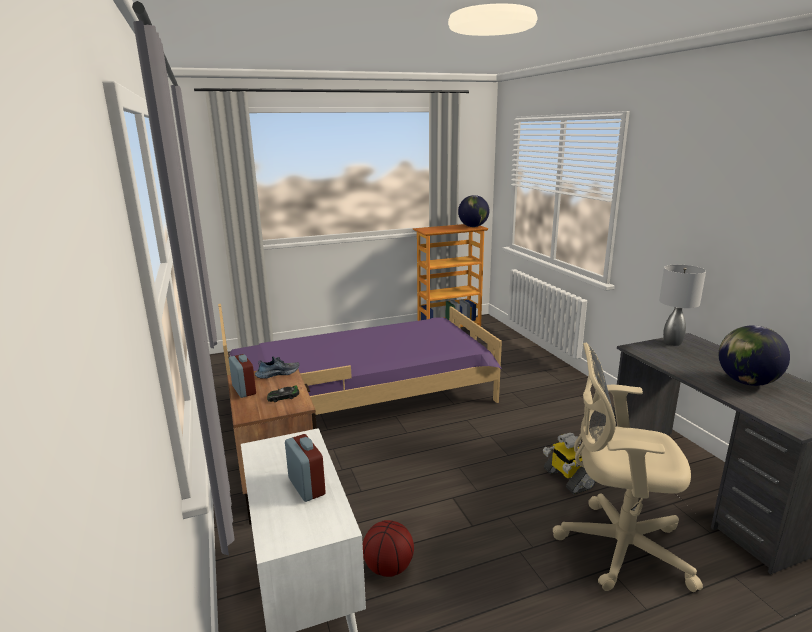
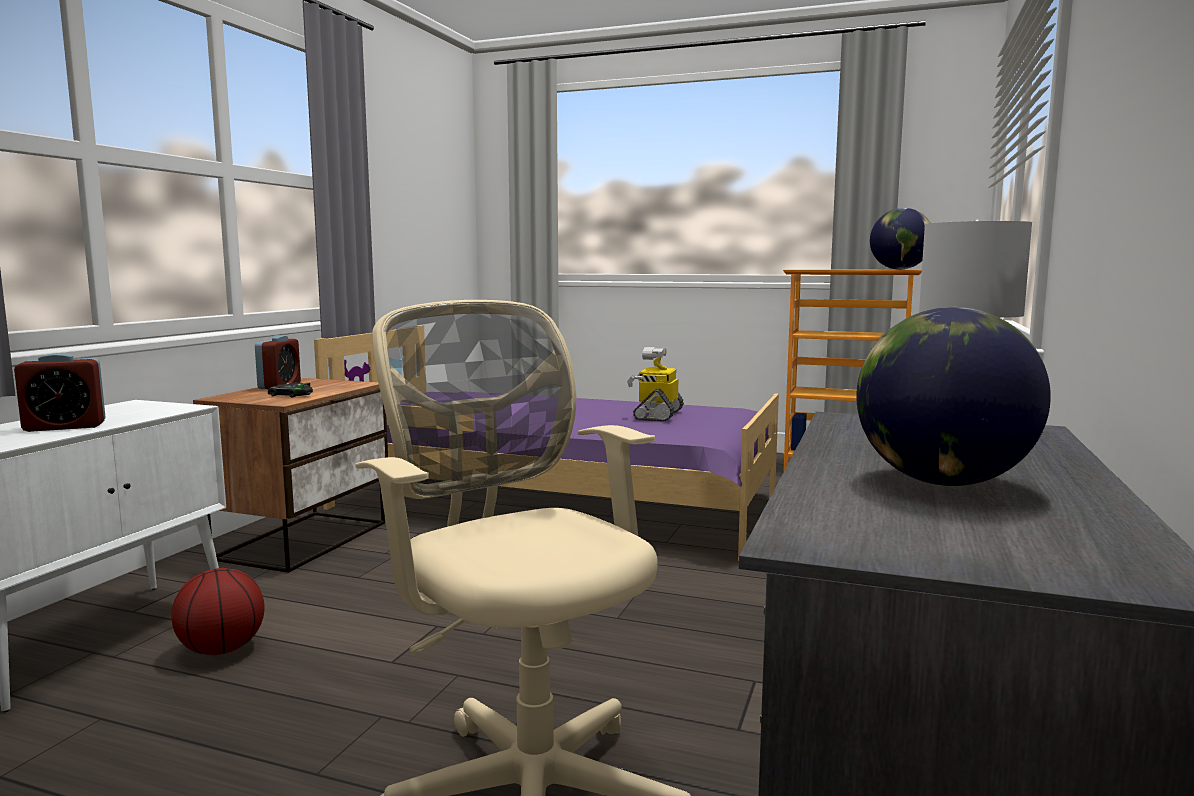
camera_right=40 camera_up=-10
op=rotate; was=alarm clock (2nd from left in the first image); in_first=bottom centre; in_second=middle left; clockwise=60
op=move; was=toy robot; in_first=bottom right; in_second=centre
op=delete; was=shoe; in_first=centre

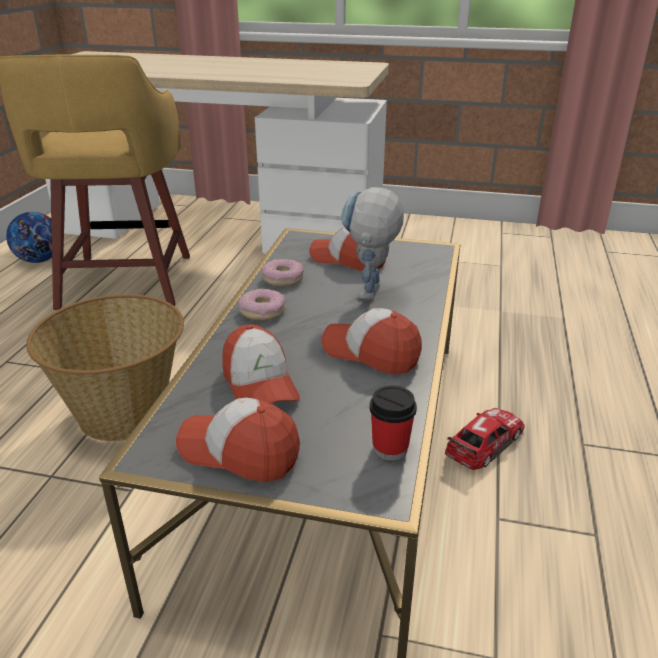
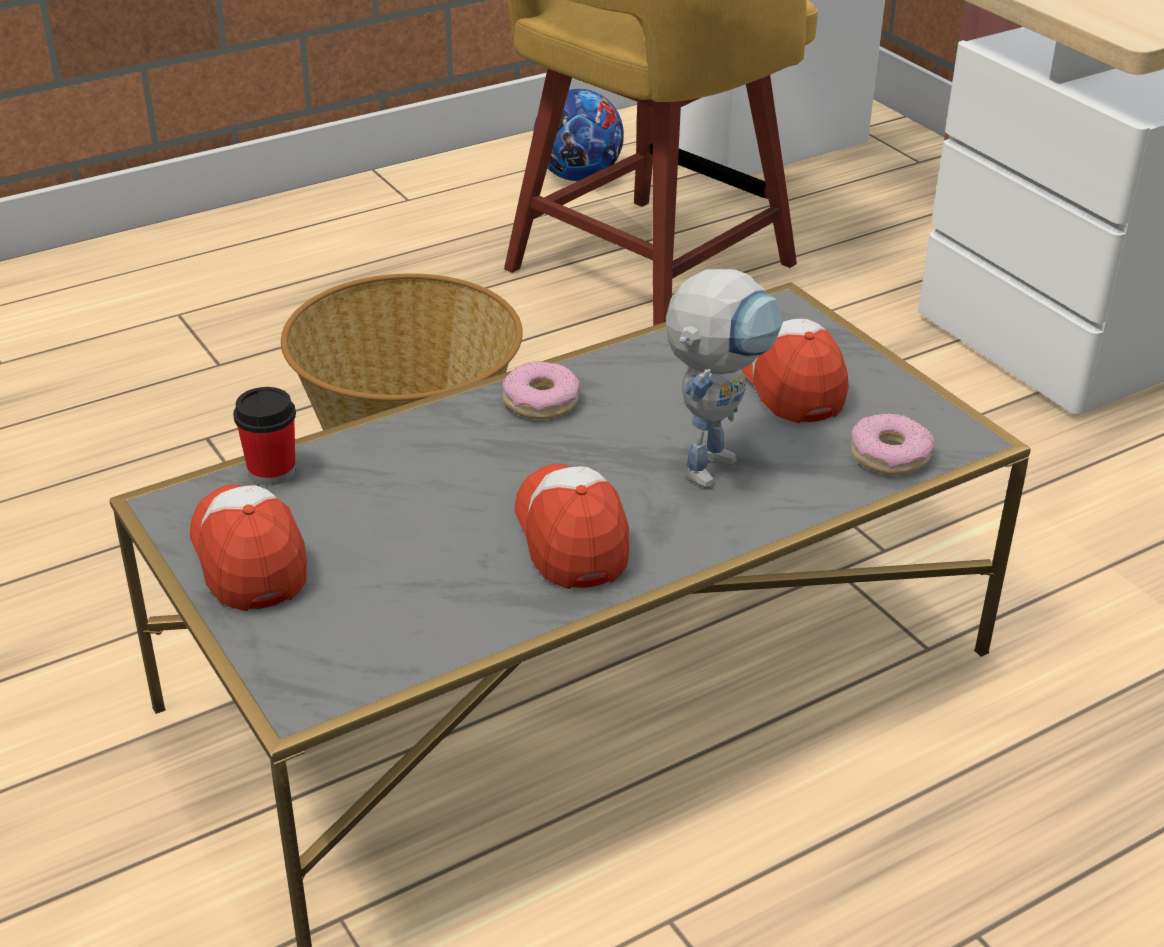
camera_right=45 camera_up=5
op=move; was=cup; in_first=centre; in_second=middle left
op=rotate; was=toy robot; in_first=centre; in_second=centre; clockwise=150
op=move; was=donut (2nd from left); in_first=centre; in_second=middle right
op=delete; was=cap (2nd from left); in_first=centre
op=delete; was=toy car; in_first=bottom right

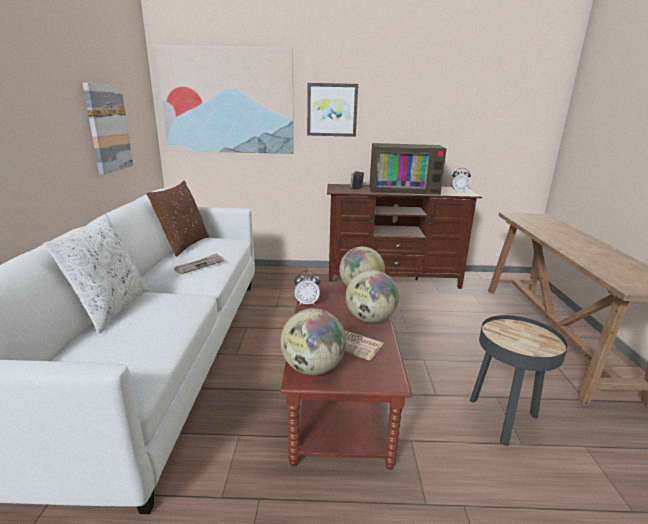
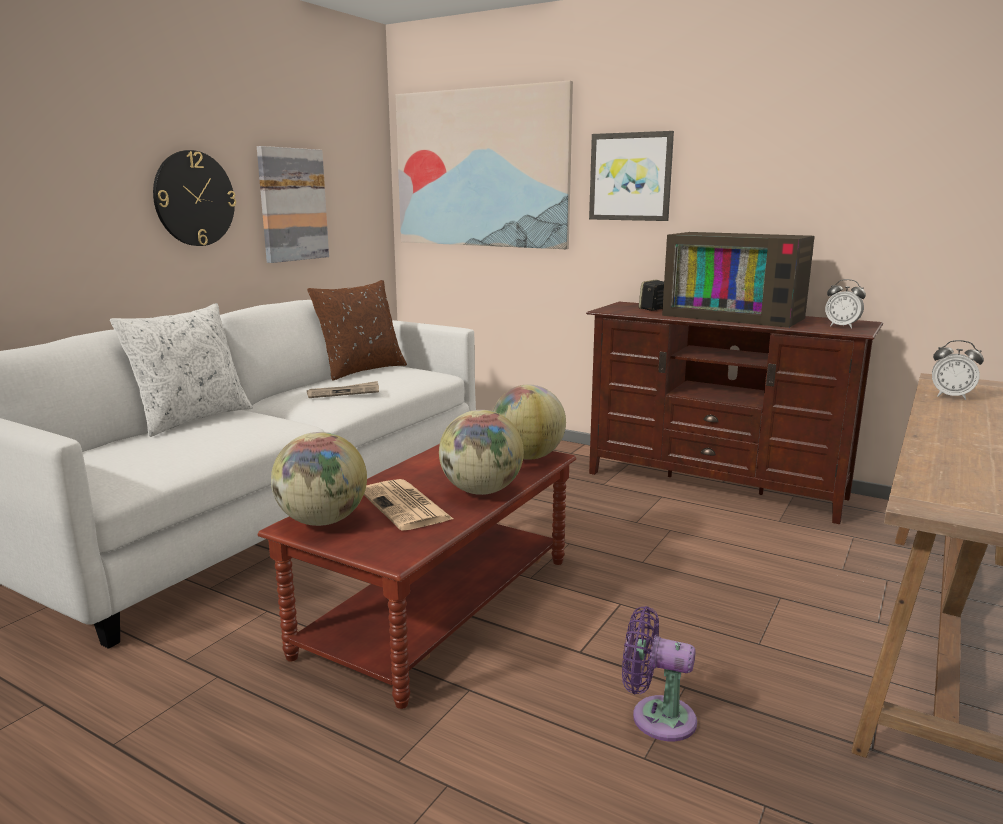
camera_right=30 camera_up=-5
op=insert; now=wall clock; in_second=top left
op=replace; was=side table in black; now=fan in purple; in_first=bottom right; in_second=bottom centre
op=move; was=alarm clock (1st from left in the first image); now=alarm clock (2nd from left); in_first=centre; in_second=middle right

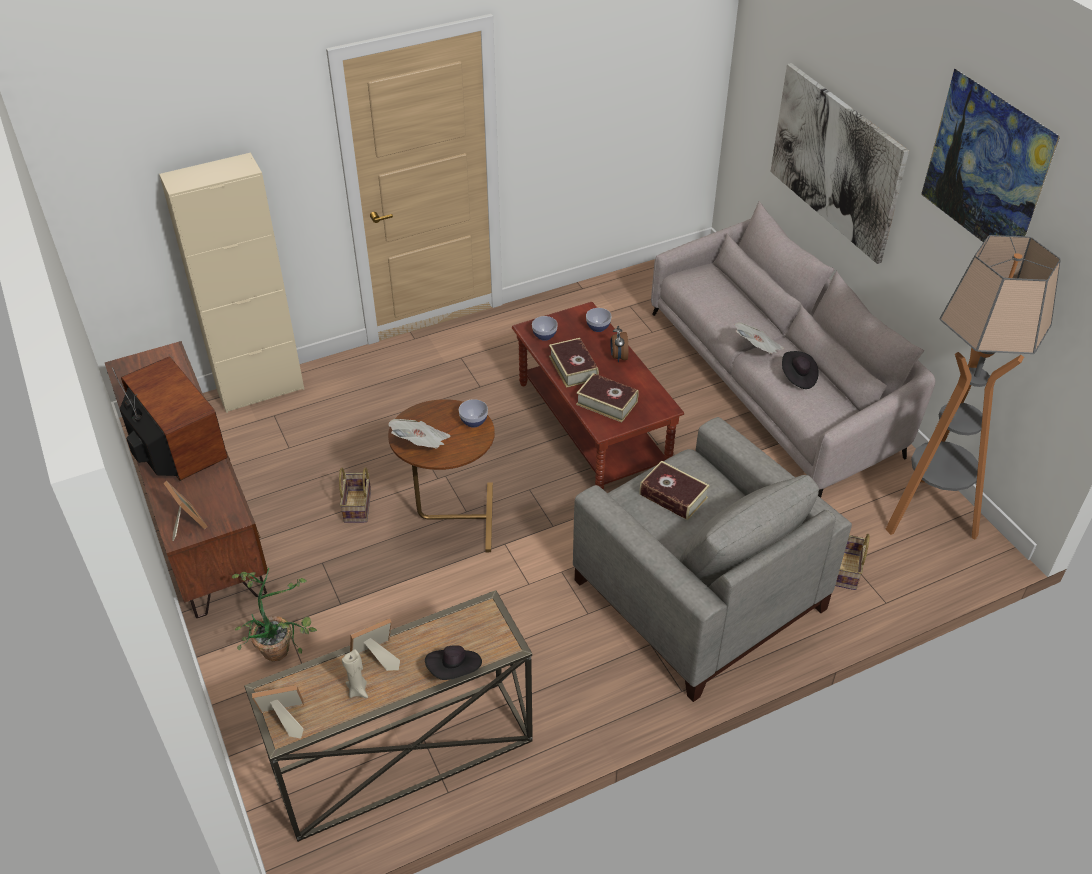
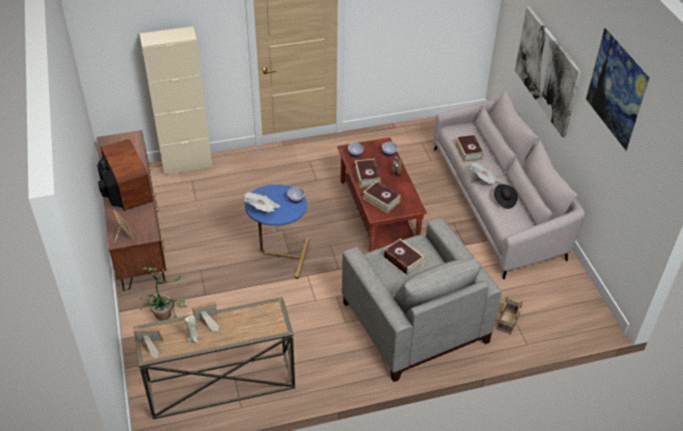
camera_right=10 camera_up=0
op=recolor; was=side table in brown; now=side table in blue; in_first=centre; in_second=centre
op=insert; now=book (4th from left); in_second=middle right
op=delete; was=basket (1st from left); in_first=middle left
op=delete; was=hat in black (1st from left); in_first=bottom centre
op=delete; was=floor lamp; in_first=middle right

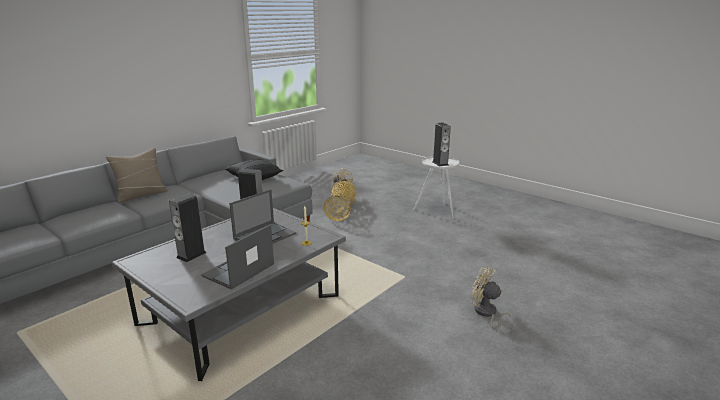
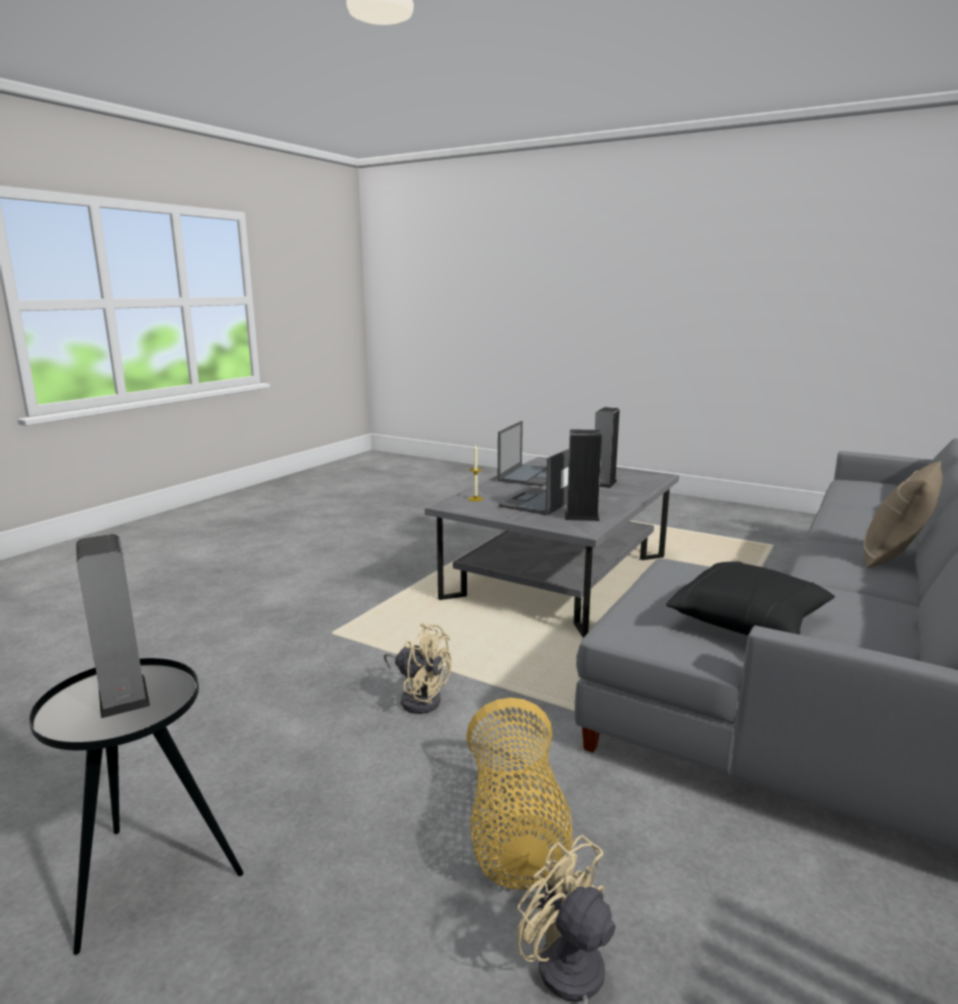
camera_right=170 camera_up=-5
op=recolor; was=side table in white; now=side table in black; in_first=centre; in_second=bottom left
op=move; was=fan in beige (2nd from left in the first image); now=fan in beige (1st from left); in_first=bottom right; in_second=centre

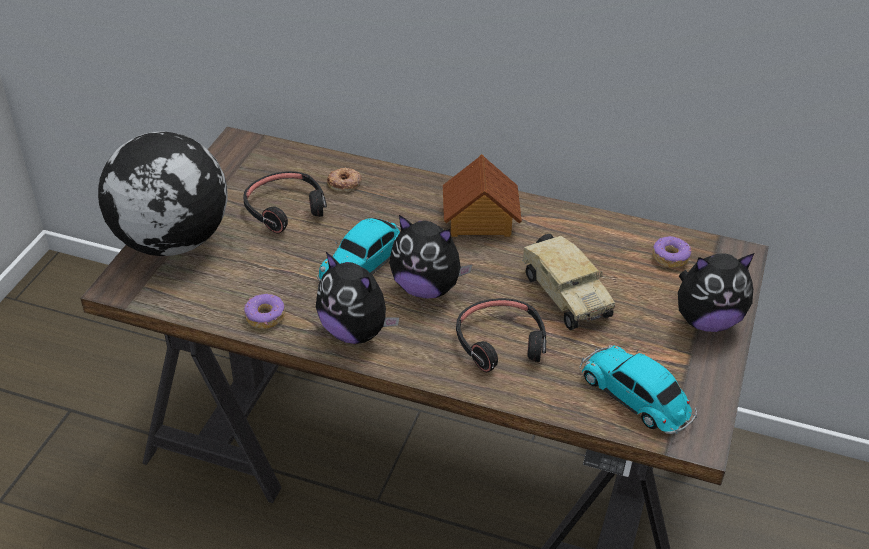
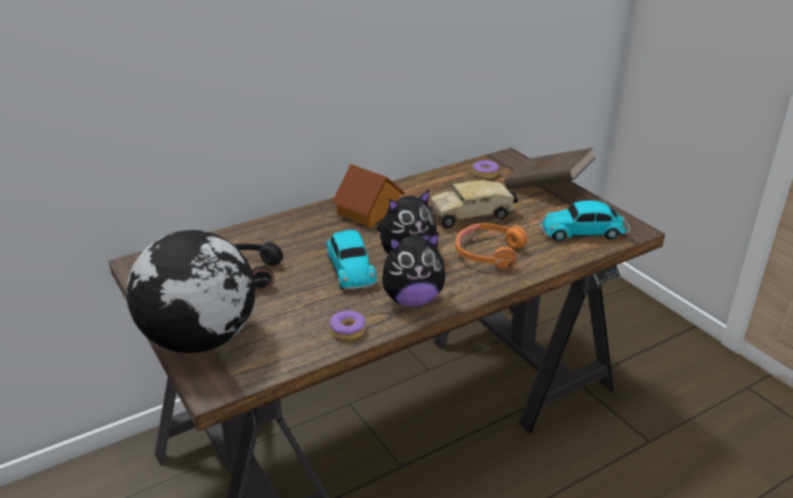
camera_right=-50 camera_up=-10
op=rotate; was=toy truck; in_first=centre; in_second=centre; clockwise=150
op=recolor; was=headphones in black (2nd from left); now=headphones in orange; in_first=centre; in_second=centre
op=replace; was=plush toy (3rd from left); now=book in brown; in_first=middle right; in_second=middle right
op=delete; was=donut (2nd from left); in_first=top centre

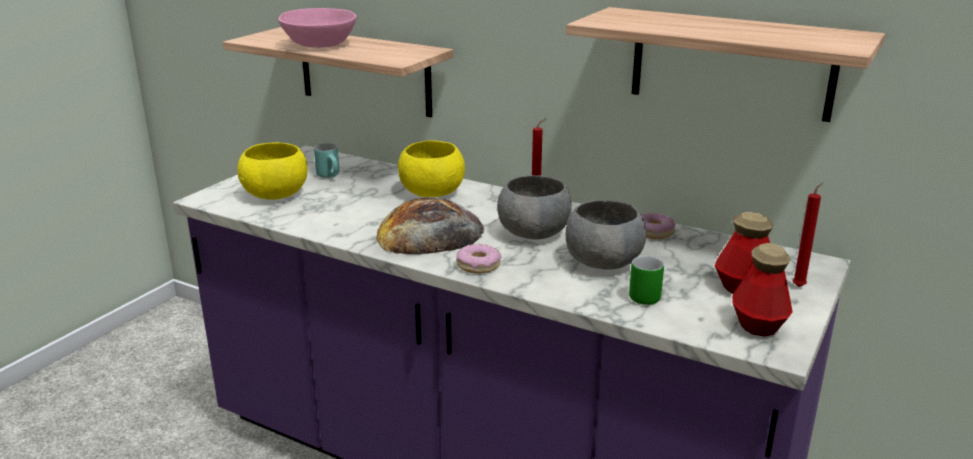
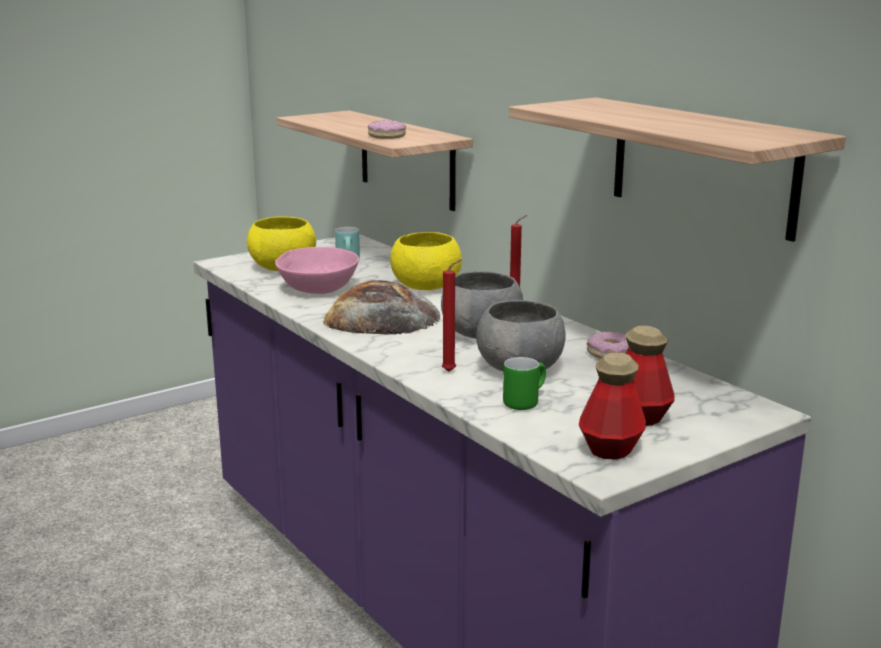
camera_right=25 camera_up=-5
op=move; was=bowl in pink; in_first=top left; in_second=centre
op=move; was=donut (1st from left); in_first=centre; in_second=top centre
op=move; was=candle in red (2nd from left in the first image); now=candle in red (1st from left); in_first=middle right; in_second=centre

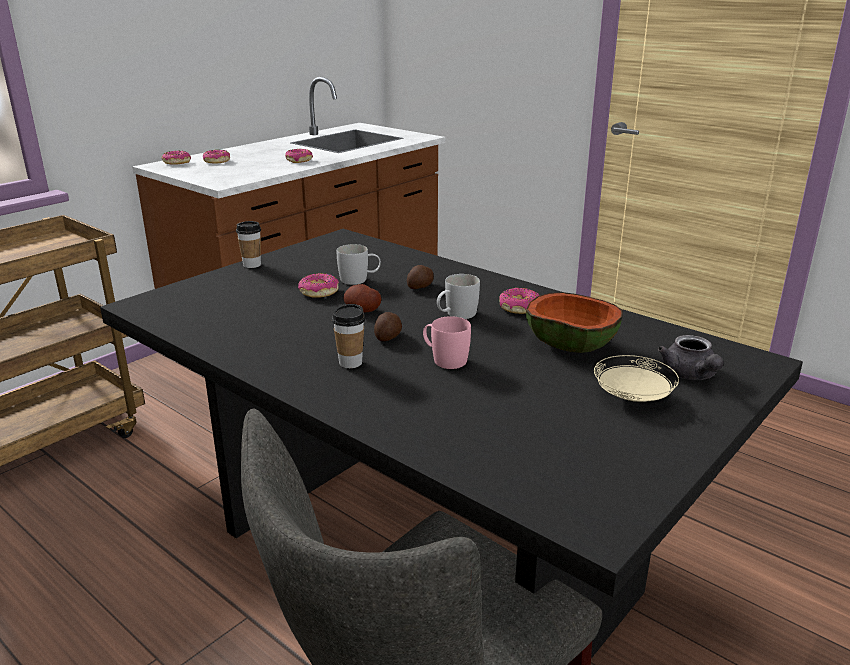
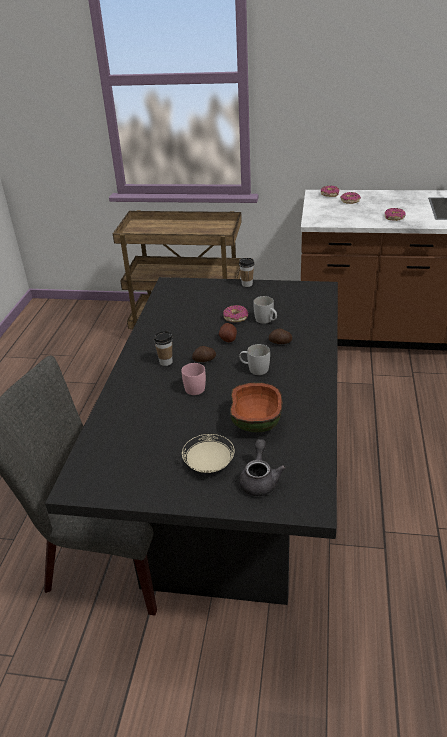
camera_right=60 camera_up=10
op=rotate; was=teapot in grey; in_first=middle right; in_second=centre; clockwise=135
op=delete; was=donut (5th from left); in_first=centre

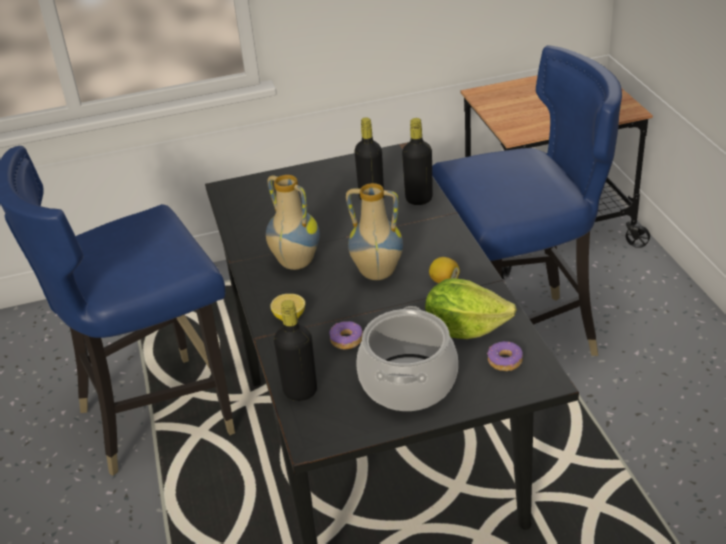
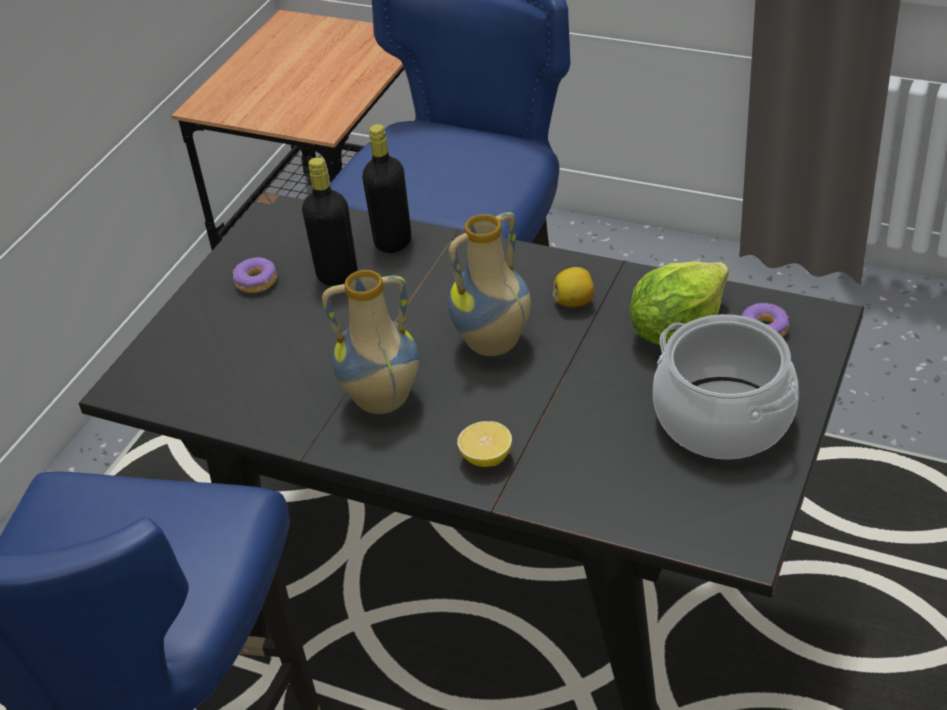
camera_right=-50 camera_up=5
op=move; was=donut (1st from left); in_first=centre; in_second=middle left
op=delete; was=bottle in black (1st from left); in_first=centre

